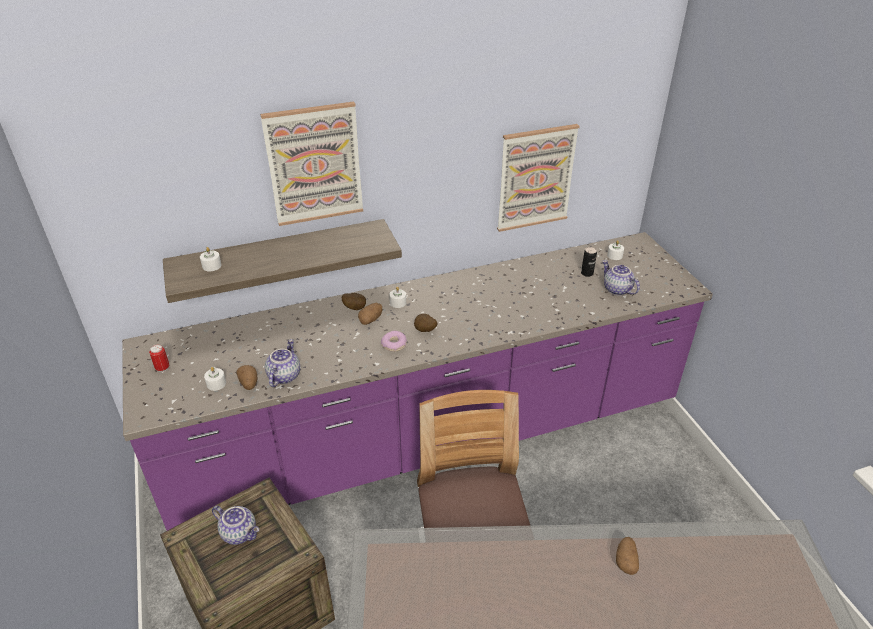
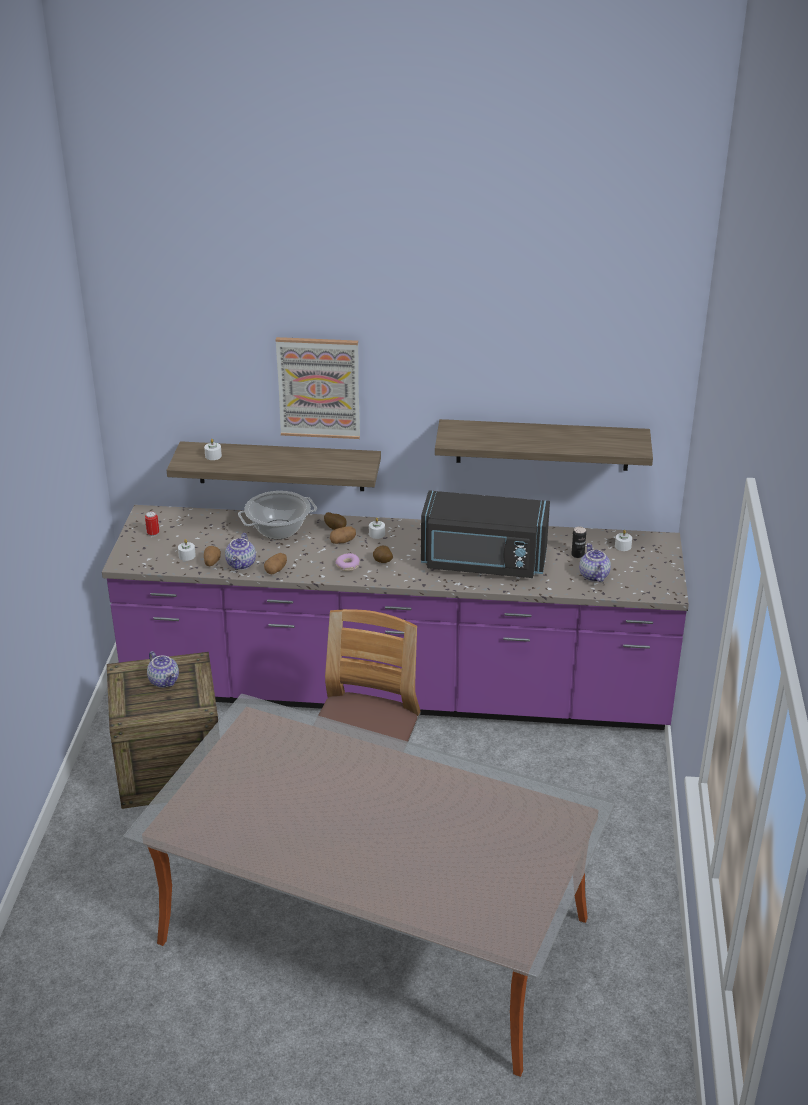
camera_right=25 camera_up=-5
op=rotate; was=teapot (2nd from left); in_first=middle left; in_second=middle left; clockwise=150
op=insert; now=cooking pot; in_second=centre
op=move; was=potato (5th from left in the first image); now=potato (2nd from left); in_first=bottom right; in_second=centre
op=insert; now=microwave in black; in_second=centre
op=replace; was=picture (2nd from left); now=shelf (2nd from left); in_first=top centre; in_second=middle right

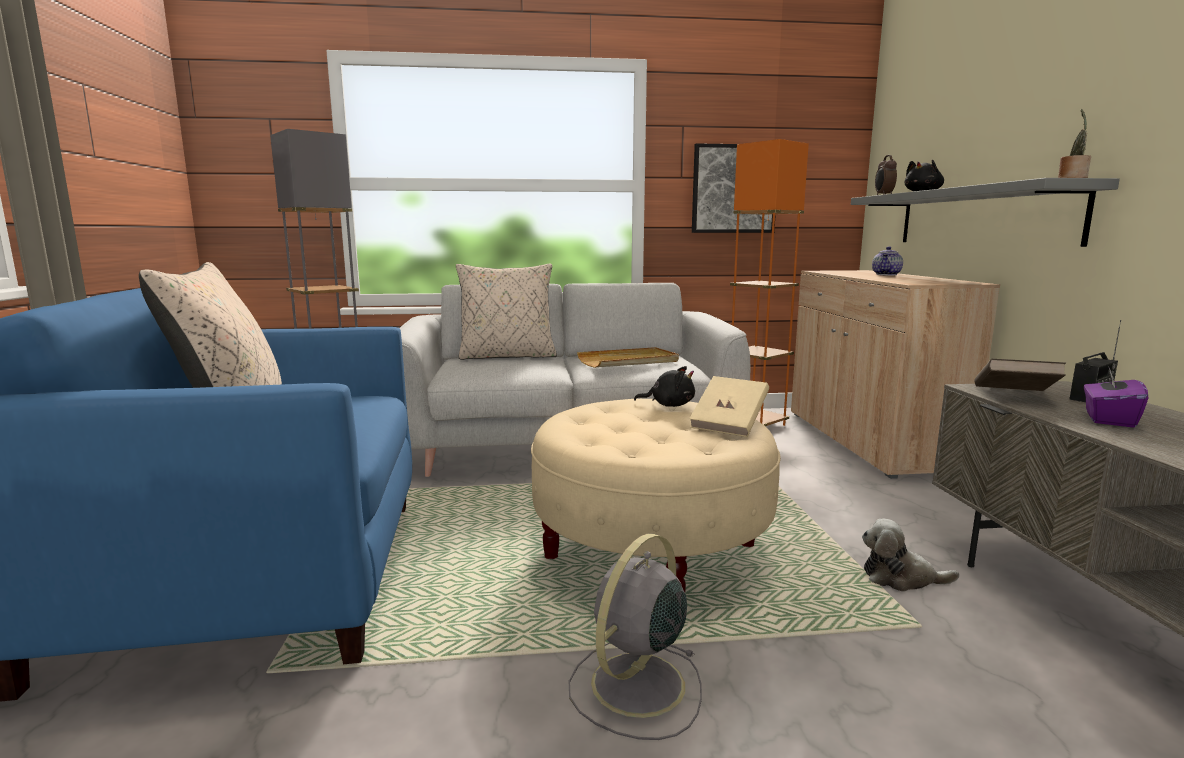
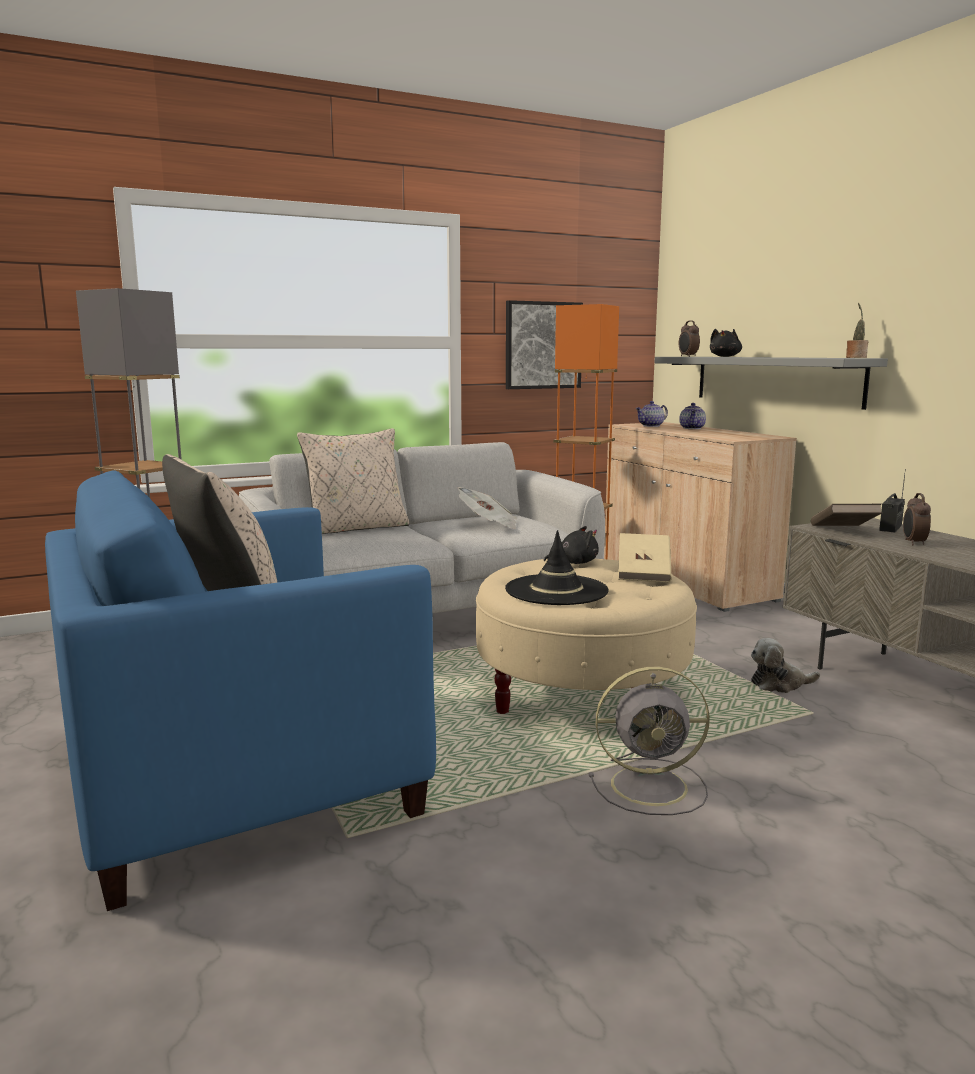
camera_right=-20 camera_up=0
op=replace; was=tray in beige; now=newspaper; in_first=centre; in_second=centre
op=insert; now=hat in black; in_second=centre
op=rotate; was=fan in grey; in_first=bottom centre; in_second=bottom centre; clockwise=-105
op=insert; now=teapot (1st from left); in_second=middle right
op=replace; was=tissue box in purple; now=alarm clock (2nd from left); in_first=middle right; in_second=middle right

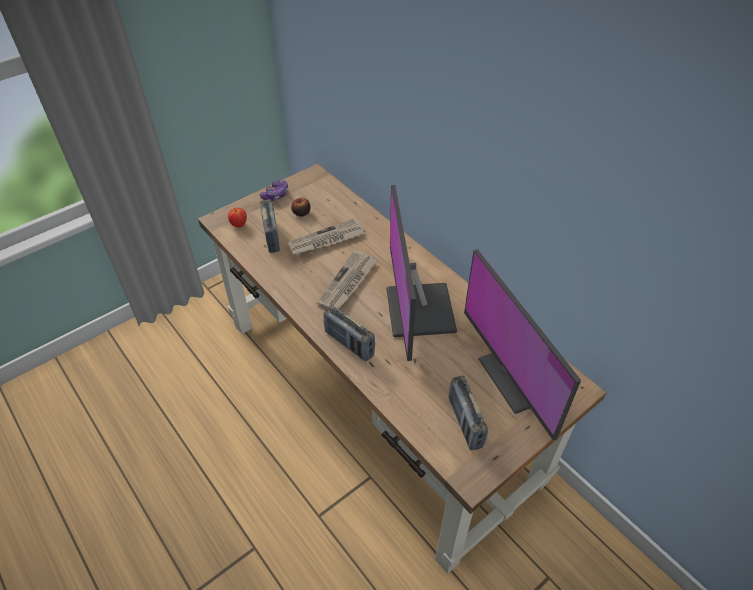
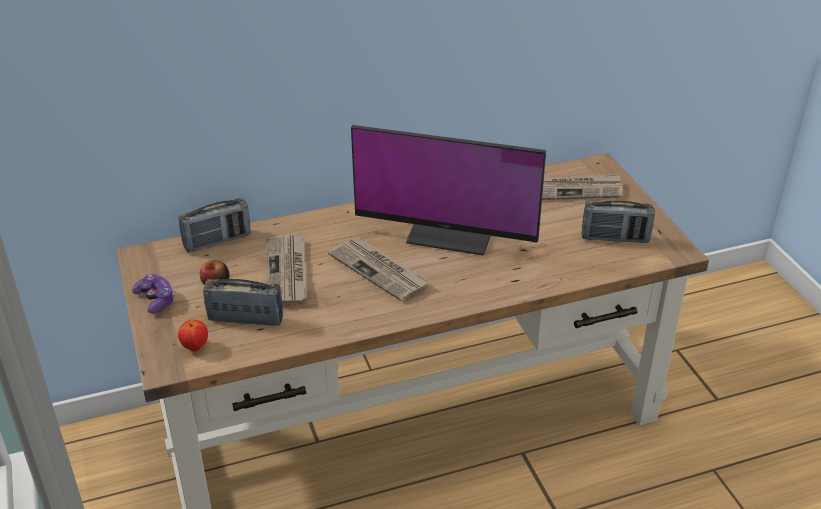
camera_right=-70 camera_up=-10
op=move; was=radio (2nd from left in the first image); now=radio (1st from left); in_first=centre; in_second=middle left
op=replace; was=monitor (2nd from left); now=newspaper (3rd from left); in_first=middle right; in_second=middle right

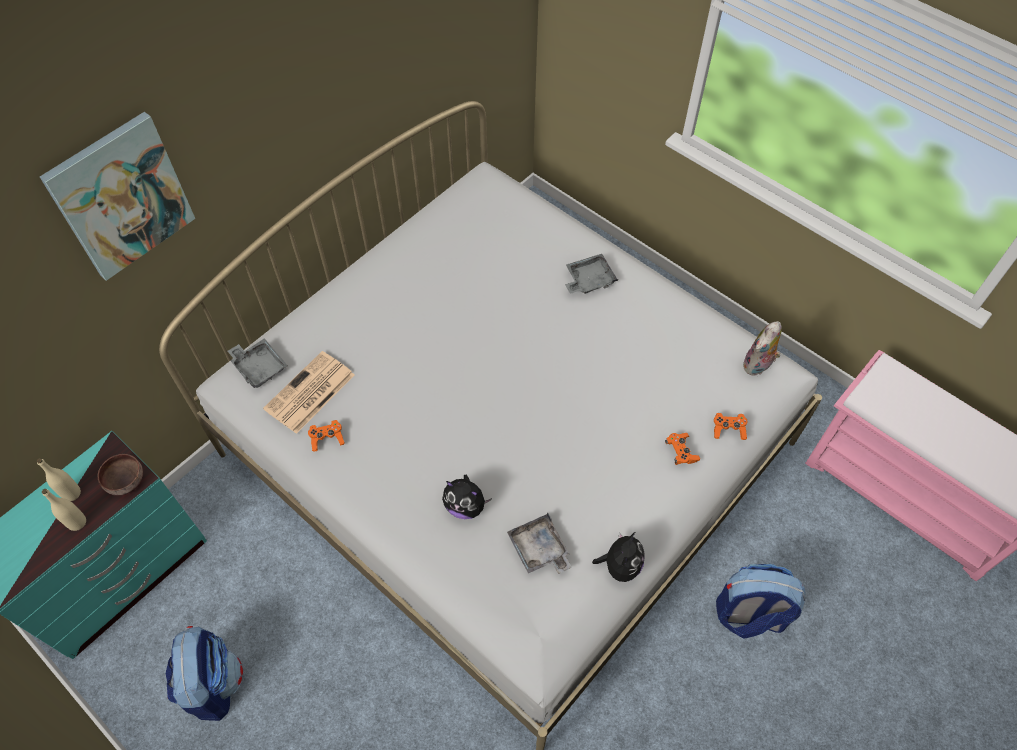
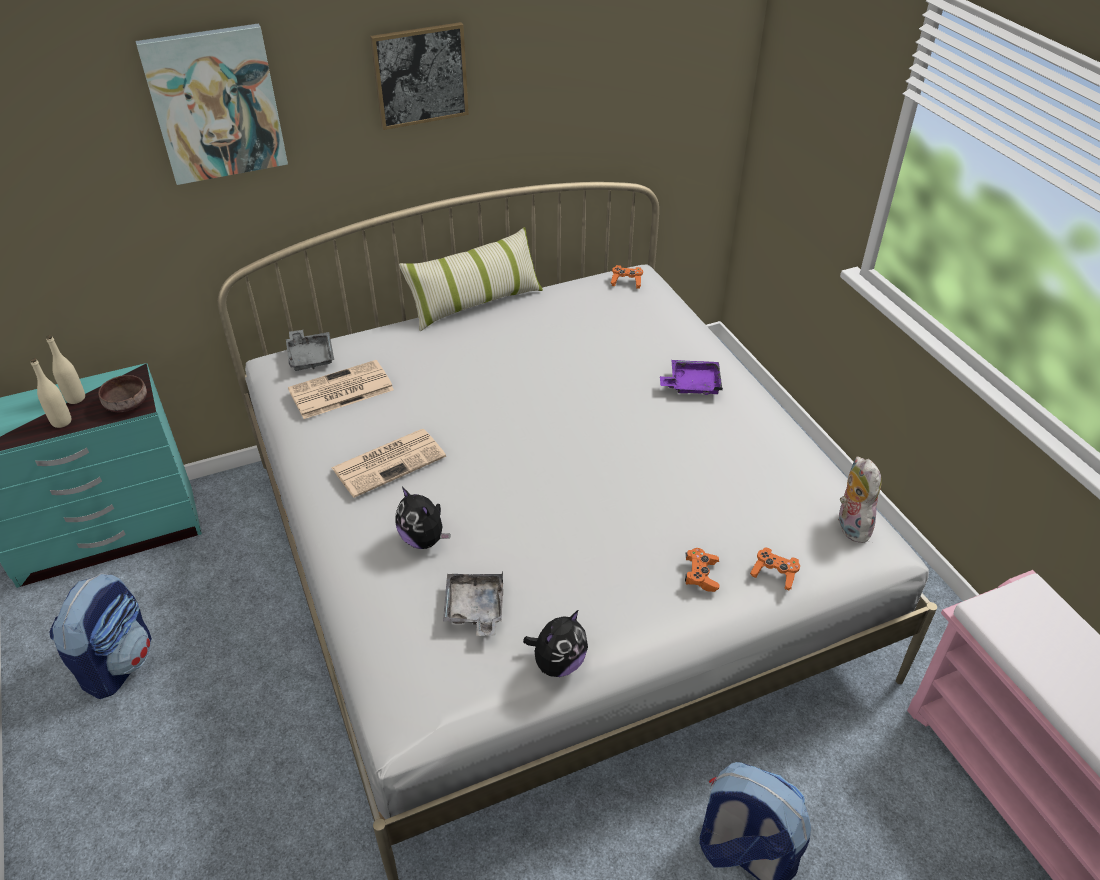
camera_right=25 camera_up=-15
op=insert; now=newspaper (2nd from left); in_second=centre
op=insert; now=picture (2nd from left); in_second=top centre
op=insert; now=pillow; in_second=top centre
op=move; was=game controller in orange (1st from left); in_first=middle left; in_second=top centre
op=recolor; was=tray in grey (3rd from left); now=tray in purple; in_first=centre; in_second=centre
op=rotate; was=plush toy (3rd from left); in_first=middle right; in_second=middle right; clockwise=105

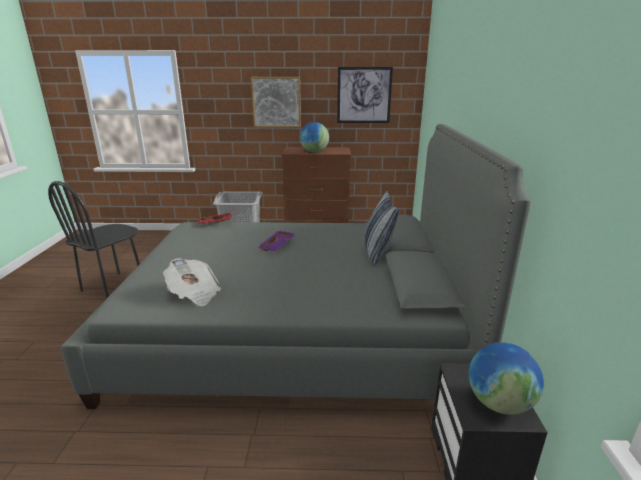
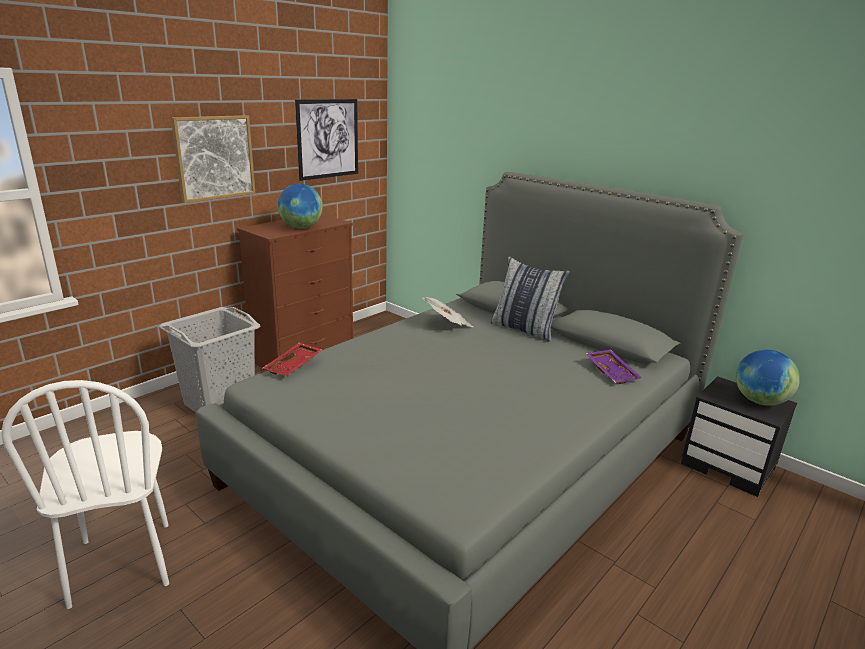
camera_right=-50 camera_up=0
op=recolor; was=chair in black; now=chair in white; in_first=middle left; in_second=bottom left
op=move; was=newspaper; in_first=middle left; in_second=centre
op=move; was=tray in purple; in_first=centre; in_second=middle right

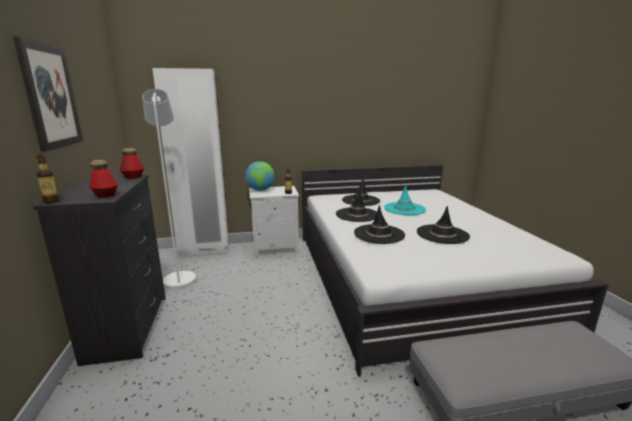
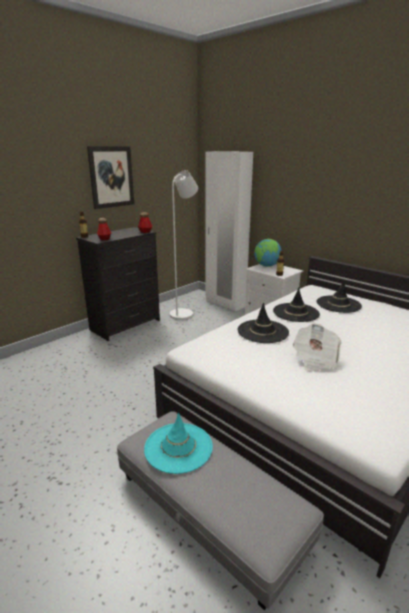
camera_right=55 camera_up=5
op=move; was=hat in turquoise; in_first=centre; in_second=bottom centre
op=replace; was=hat in black (4th from left); now=newspaper; in_first=middle right; in_second=middle right

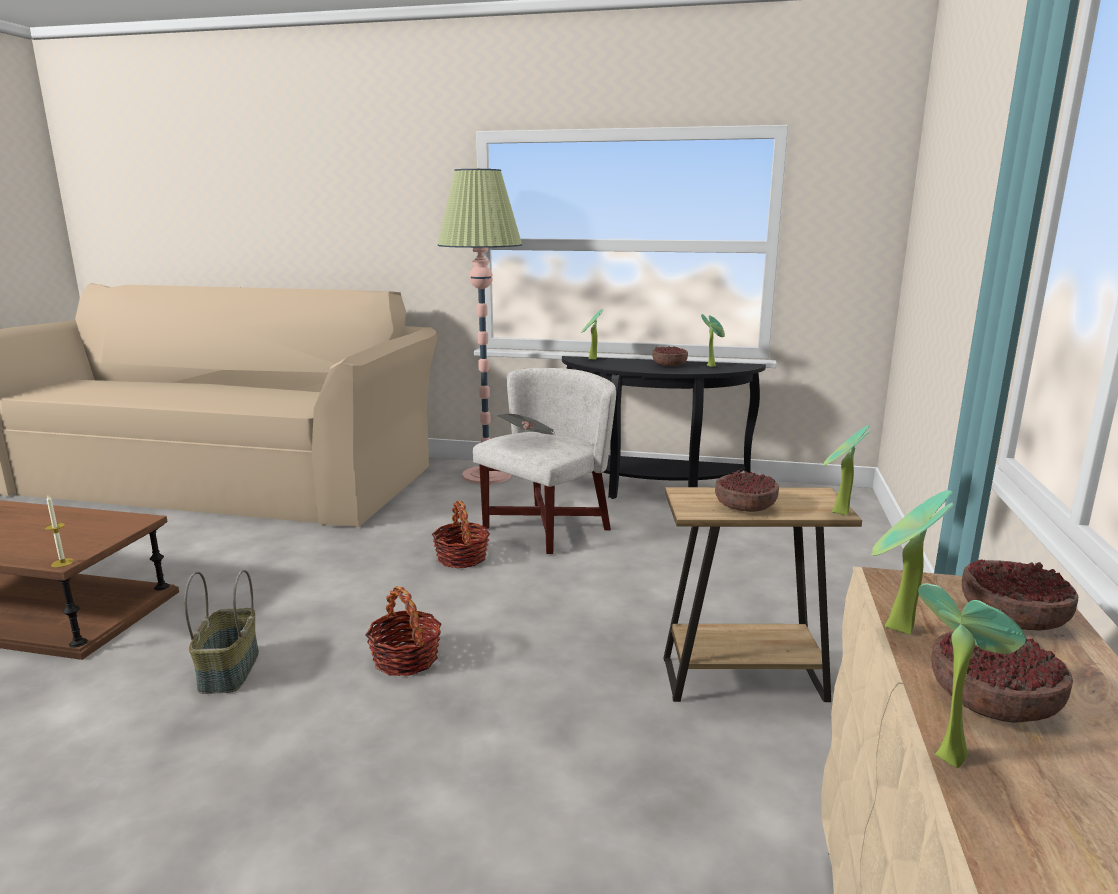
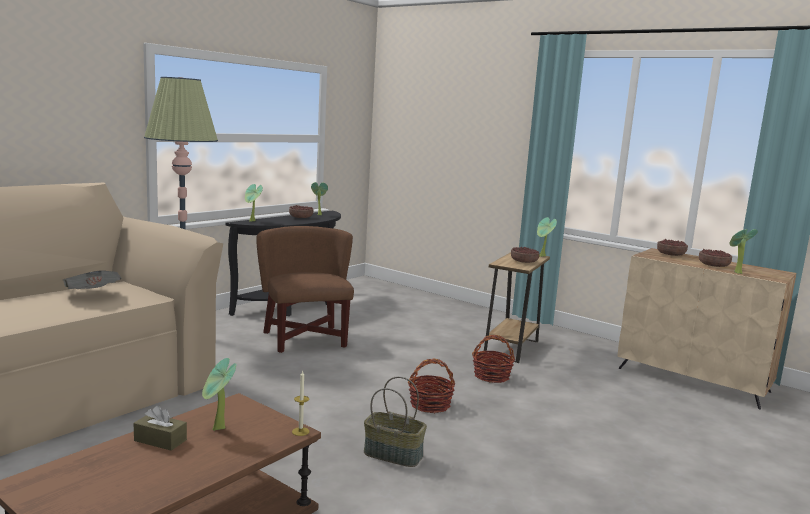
camera_right=-65 camera_up=-5
op=move; was=newspaper; in_first=centre; in_second=middle left
op=insert; now=tissue box in brown; in_second=bottom left
op=move; was=potted plant (4th from left in the first image); now=potted plant (1st from left); in_first=middle right; in_second=bottom left
op=recolor; was=armchair in white; now=armchair in brown; in_first=centre; in_second=centre
op=move; was=basket (3rd from left); in_first=centre; in_second=bottom centre

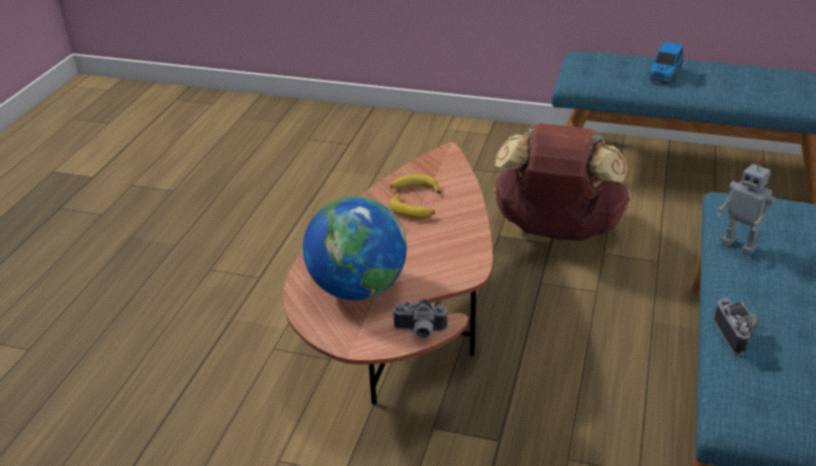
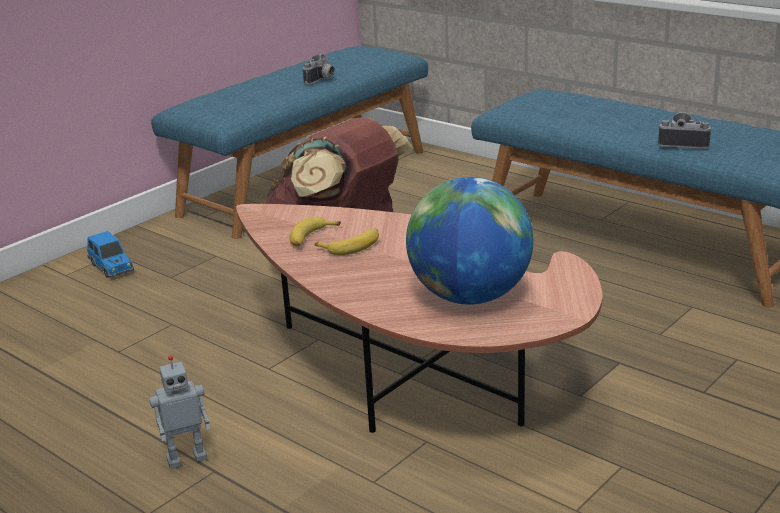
camera_right=-65 camera_up=-10
op=move; was=toy car; in_first=top right; in_second=middle left
op=move; was=toy robot; in_first=middle right; in_second=bottom left
op=move; was=photo camera (1st from left); in_first=bottom centre; in_second=top centre

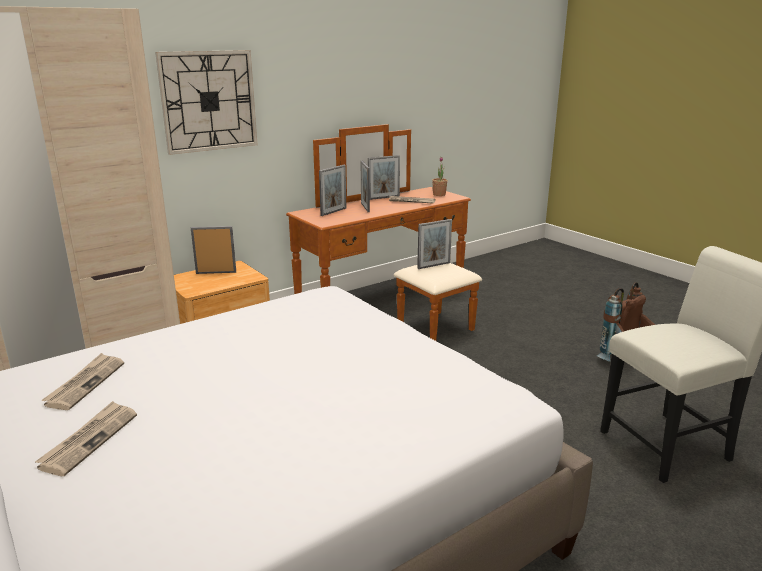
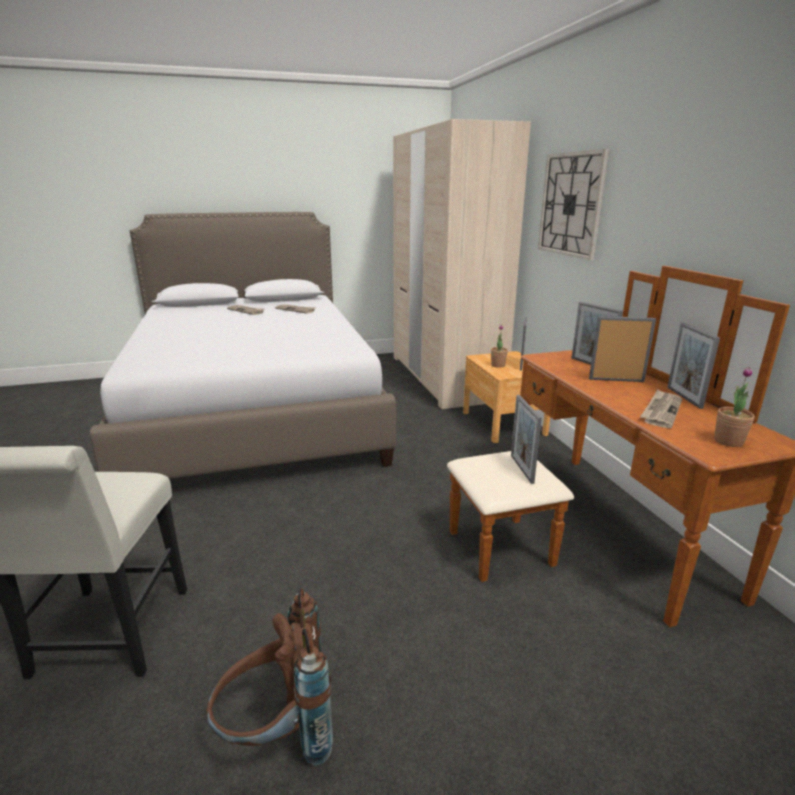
camera_right=110 camera_up=0
op=insert; now=potted plant (1st from left); in_second=centre

